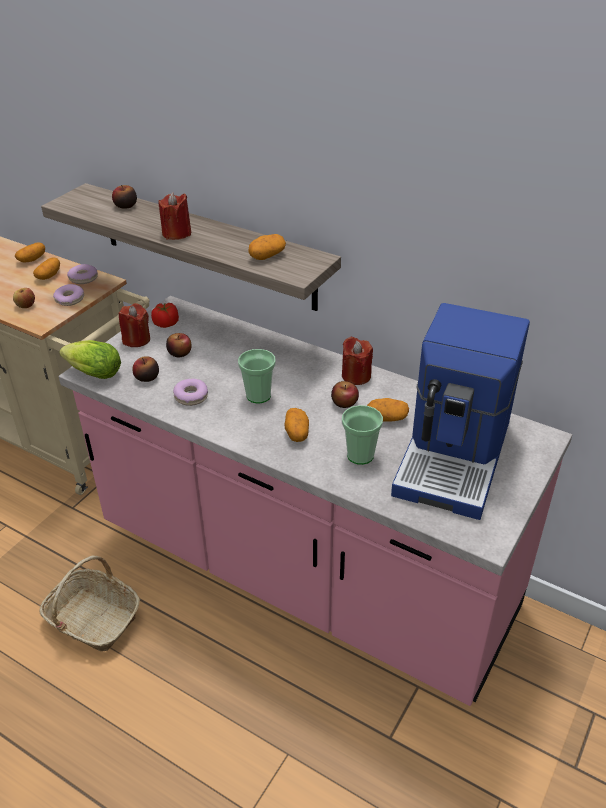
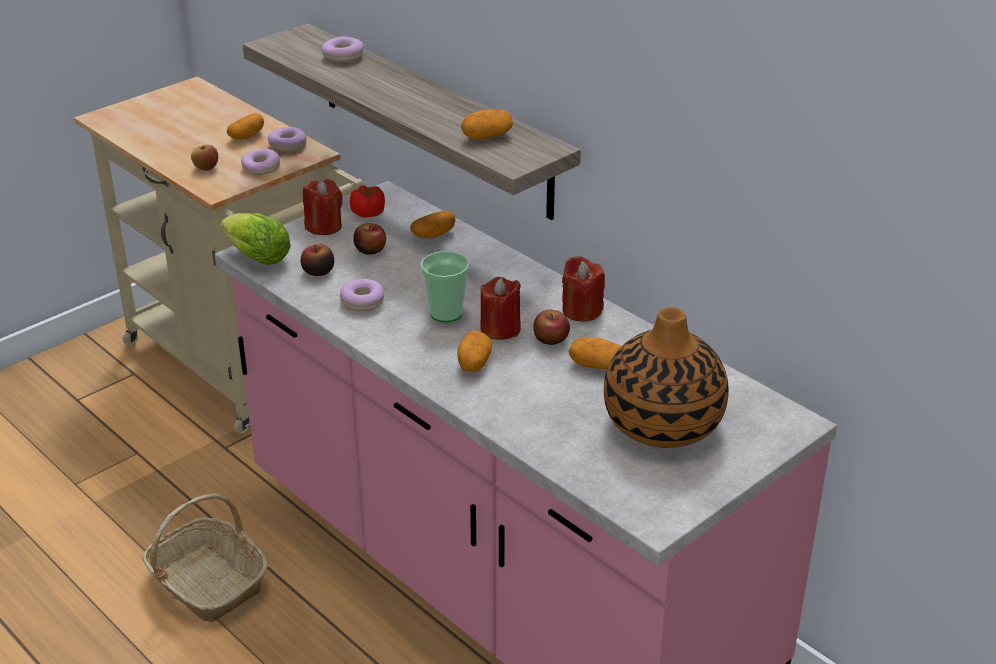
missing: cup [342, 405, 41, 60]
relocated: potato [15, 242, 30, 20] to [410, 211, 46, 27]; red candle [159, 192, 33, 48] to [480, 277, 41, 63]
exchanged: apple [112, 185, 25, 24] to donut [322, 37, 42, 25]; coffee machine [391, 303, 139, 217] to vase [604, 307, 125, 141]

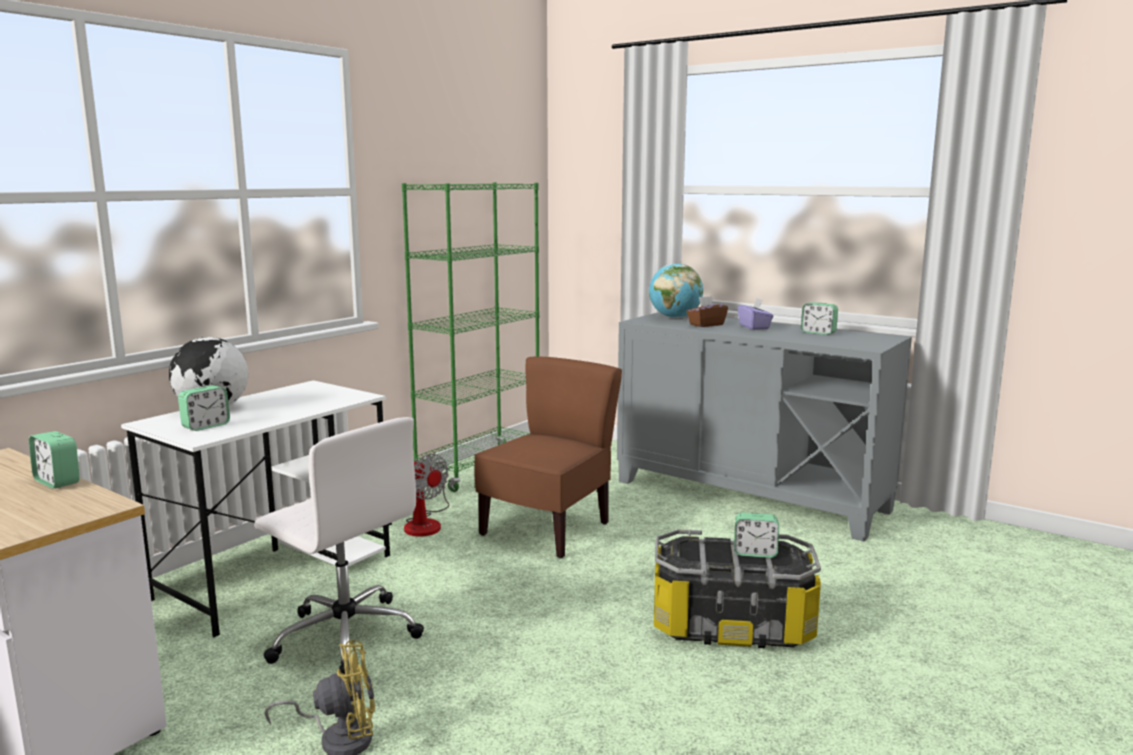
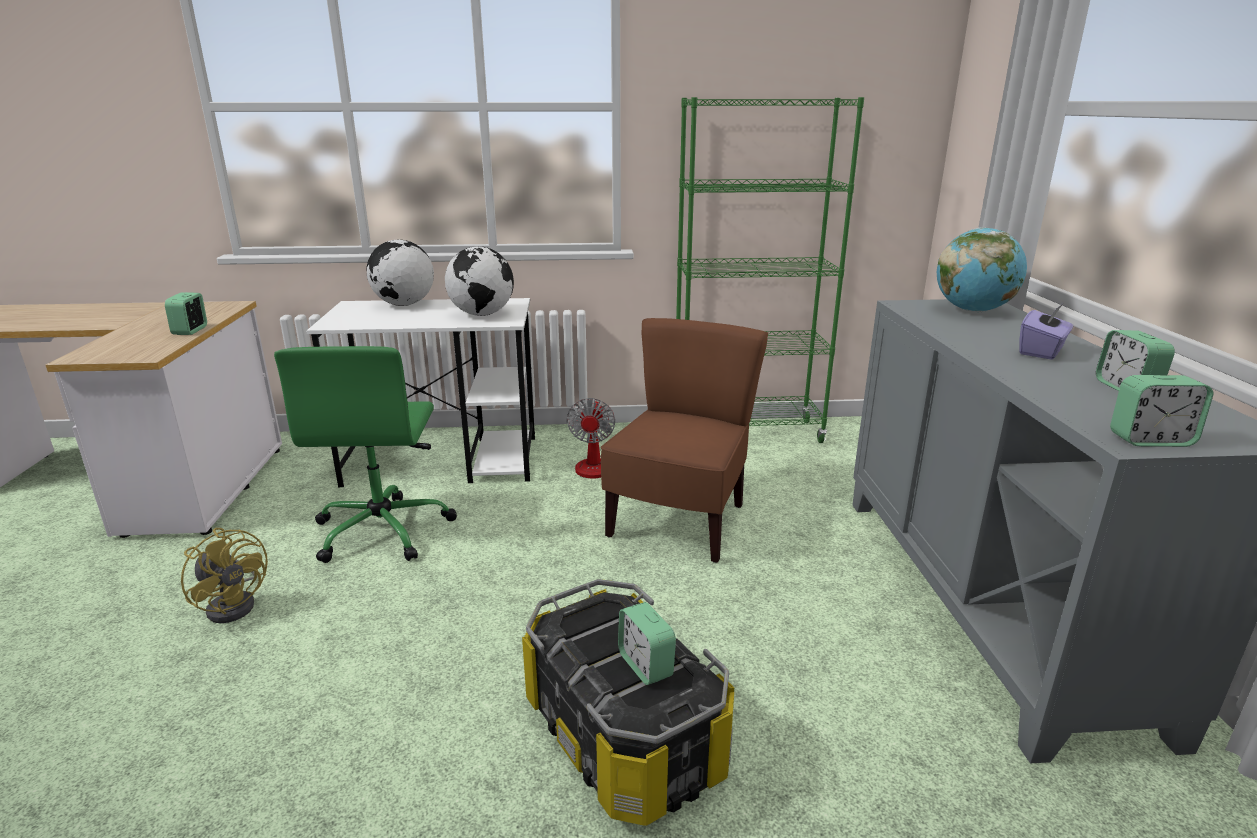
missing: brown tissue box [686, 296, 42, 31]
appeared: globe [445, 246, 69, 70]
relocated: alarm clock [178, 385, 52, 46] to [1110, 375, 104, 72]
colour: white office chair [254, 417, 170, 257] to green office chair [274, 346, 183, 217]
spun: brown chair [474, 357, 148, 201] = [601, 318, 167, 245] 60 degrees counterclockwise

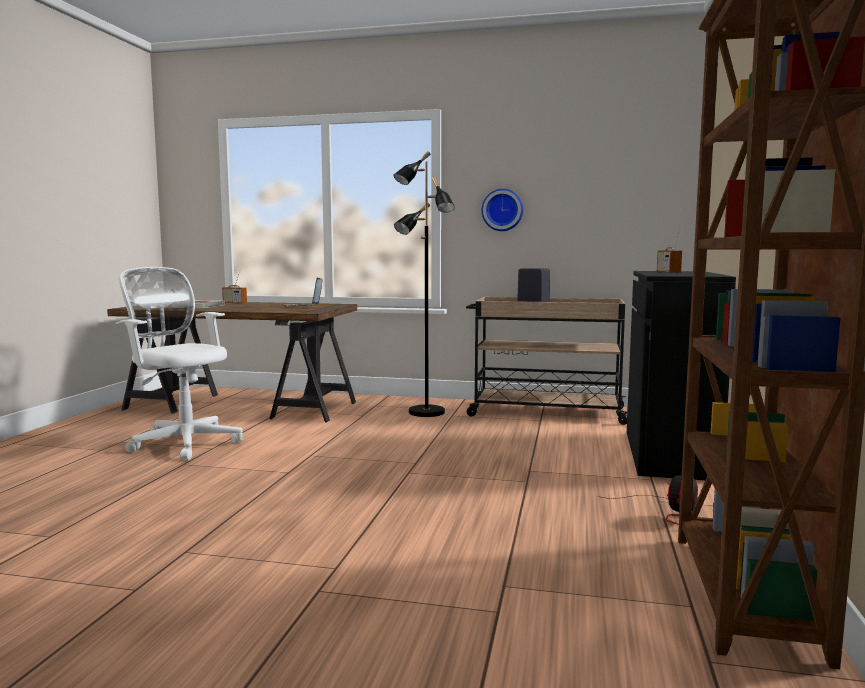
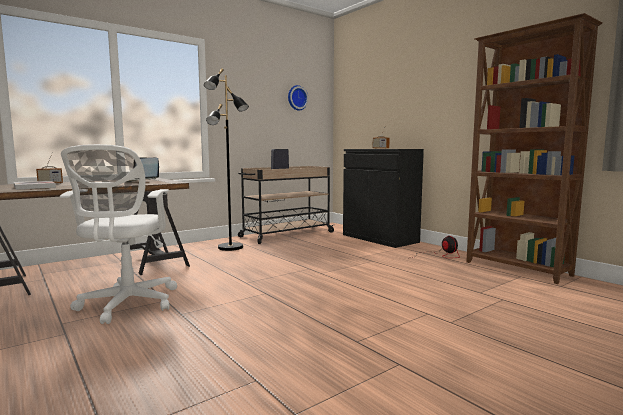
relocated: wall clock [482, 189, 41, 42] to [288, 85, 21, 25]
spun: white office chair [116, 267, 127, 194] = [60, 144, 117, 180] 75 degrees counterclockwise

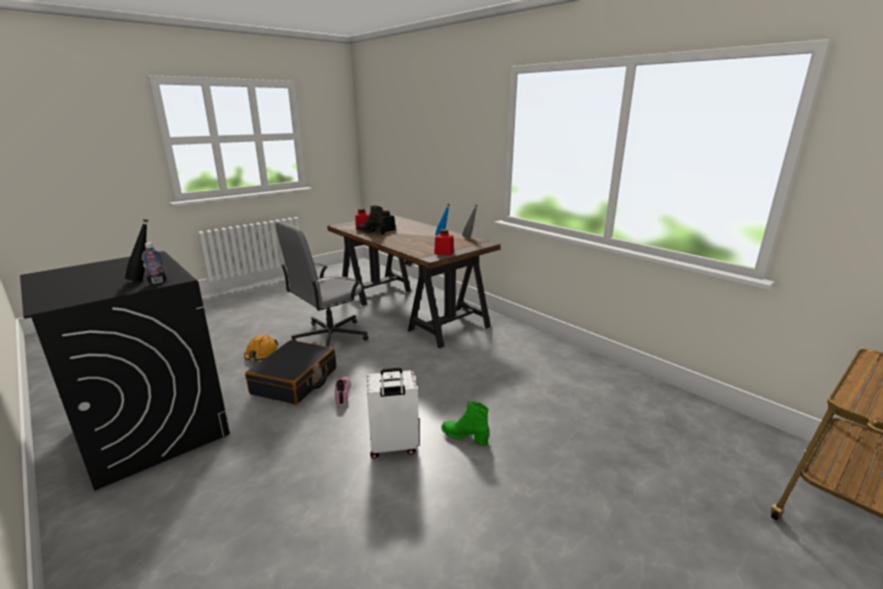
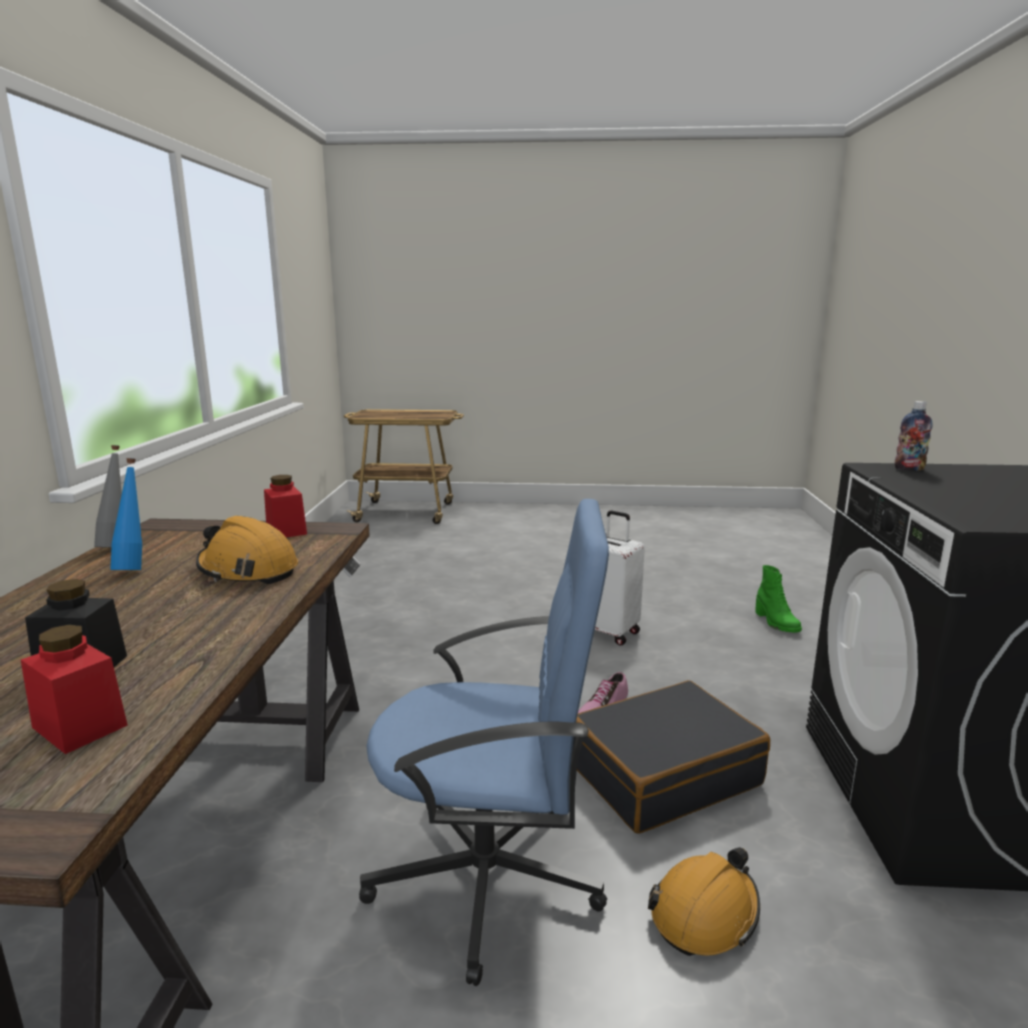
missing: black bottle [125, 219, 23, 62]; black boot [357, 205, 28, 30]
appeared: orange hard hat [196, 516, 102, 68]
relocated: green boot [441, 401, 48, 45] to [755, 565, 47, 68]
colour: grey office chair [275, 221, 93, 126] to blue office chair [359, 499, 250, 487]

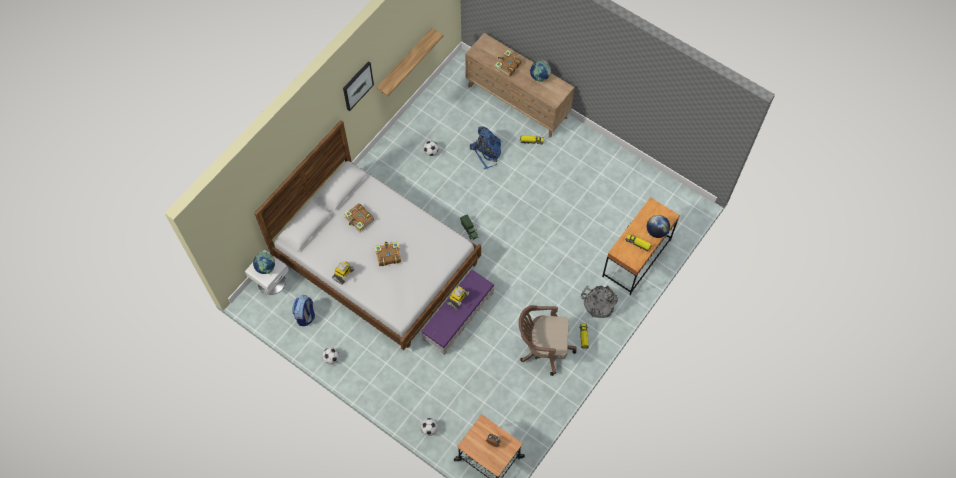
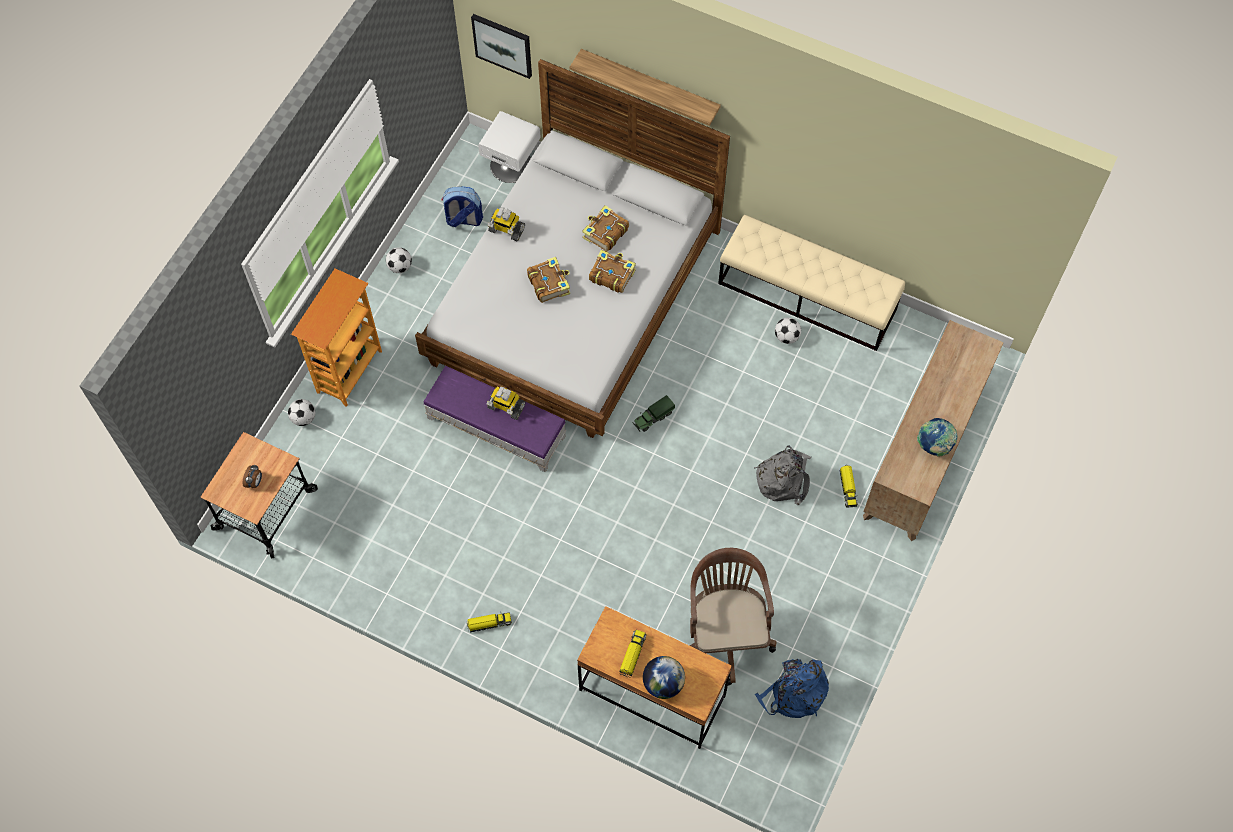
missing: globe [253, 251, 22, 23]
appeared: bookcase [291, 269, 91, 138]; beige bench [718, 215, 187, 136]
relocated: picture [343, 61, 31, 50] to [471, 14, 61, 65]; shelf [377, 28, 66, 68] to [570, 49, 151, 77]; blue backpack [470, 126, 32, 43] to [755, 659, 74, 59]; book [495, 50, 27, 27] to [589, 250, 47, 43]; brown office chair [519, 305, 58, 71] to [689, 548, 88, 137]; grey backpack [581, 285, 37, 33] to [754, 445, 57, 60]

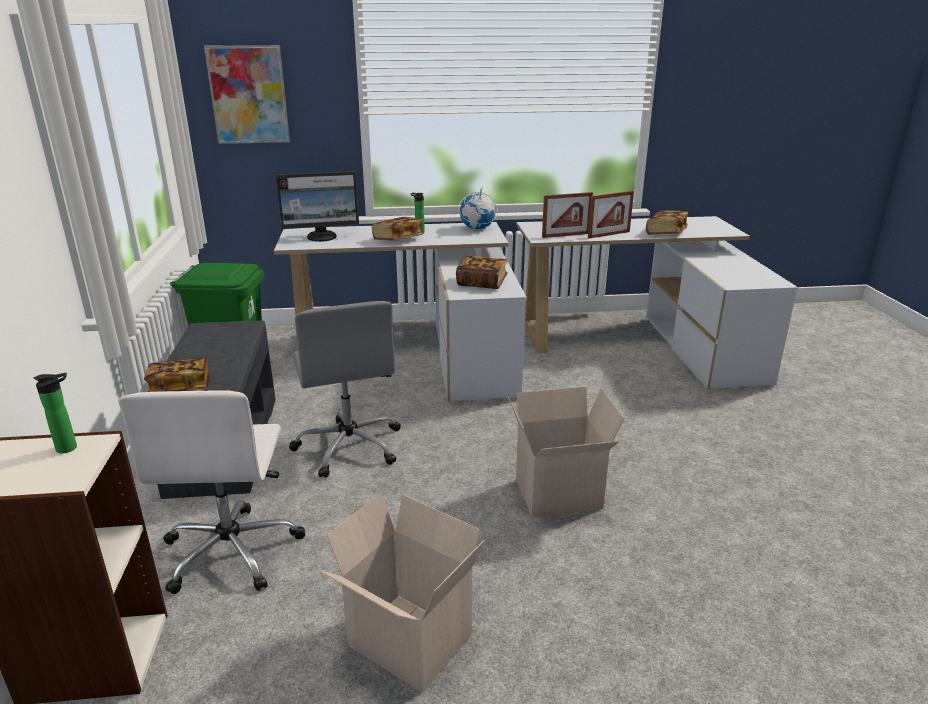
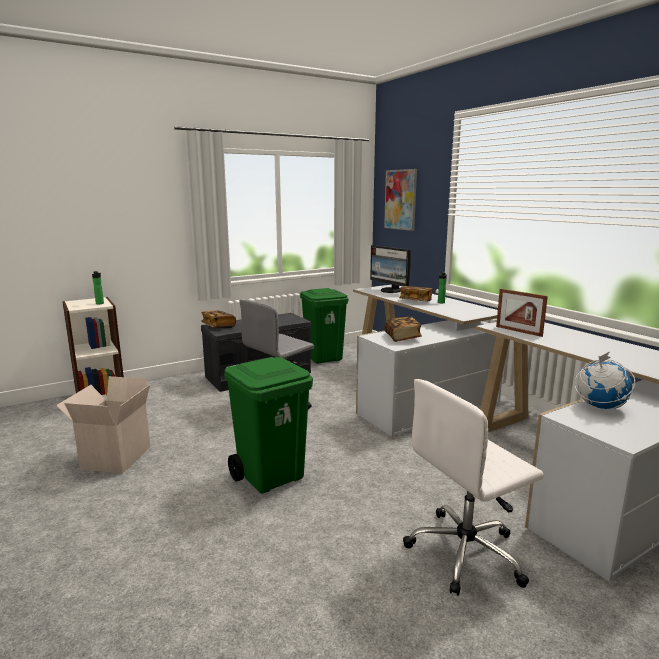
missing: picture frame [588, 191, 46, 48]; book [646, 211, 42, 24]
relocated: white office chair [118, 391, 188, 203] to [403, 379, 141, 217]; globe [458, 185, 40, 44] to [574, 351, 61, 58]
exchanged: cardboard box [508, 387, 116, 131] to green trash can [224, 357, 89, 136]

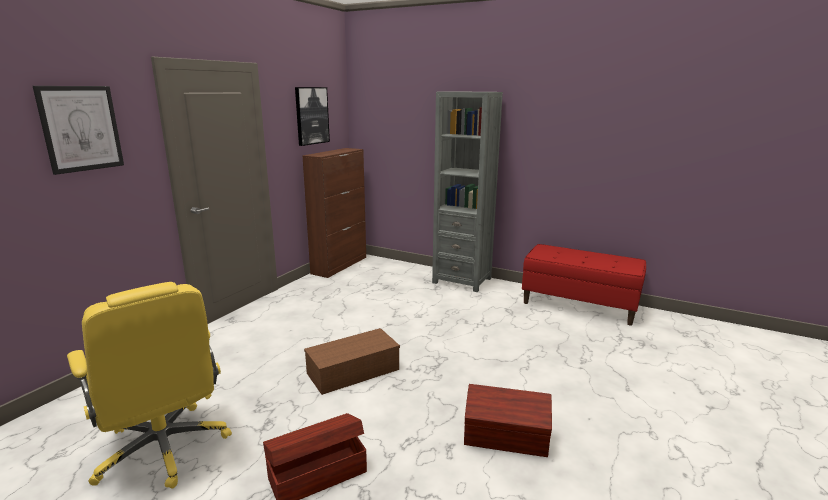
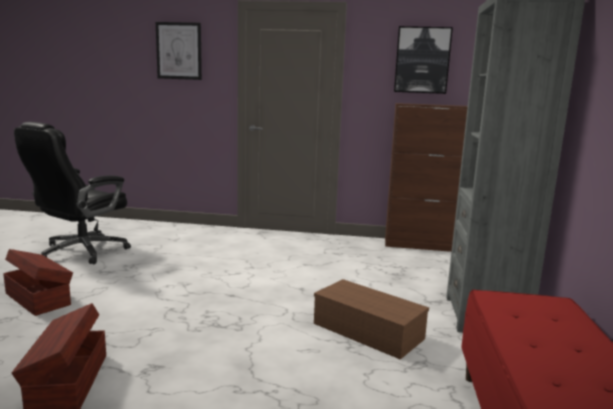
relocated: brown storage box [304, 328, 96, 67] to [314, 279, 115, 81]
colour: yellow office chair [67, 282, 165, 207] to black office chair [14, 122, 117, 142]

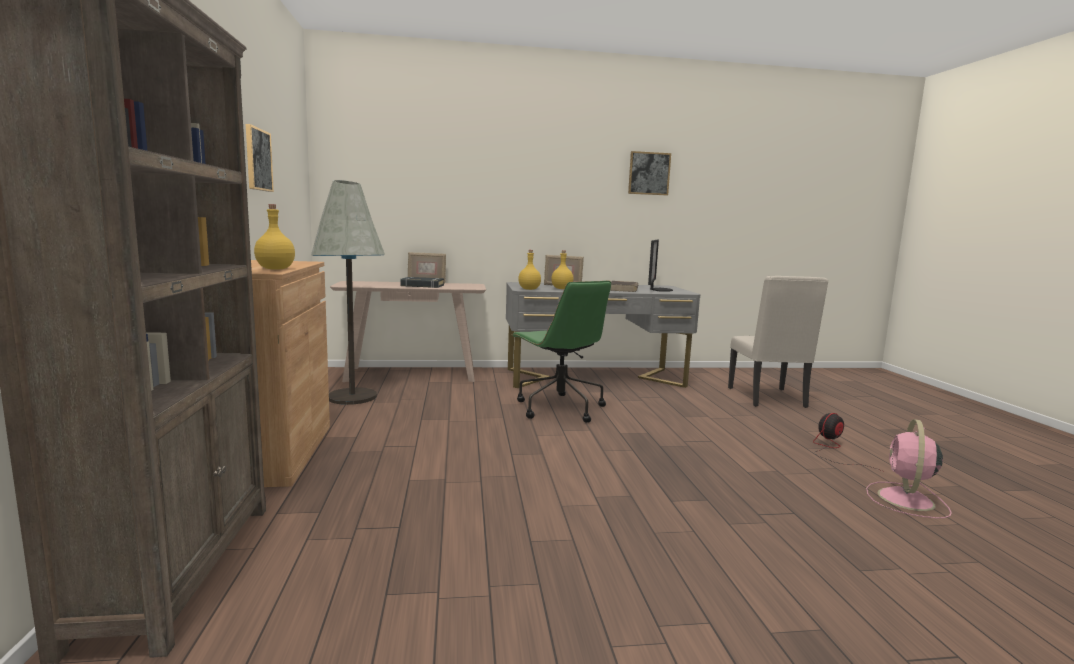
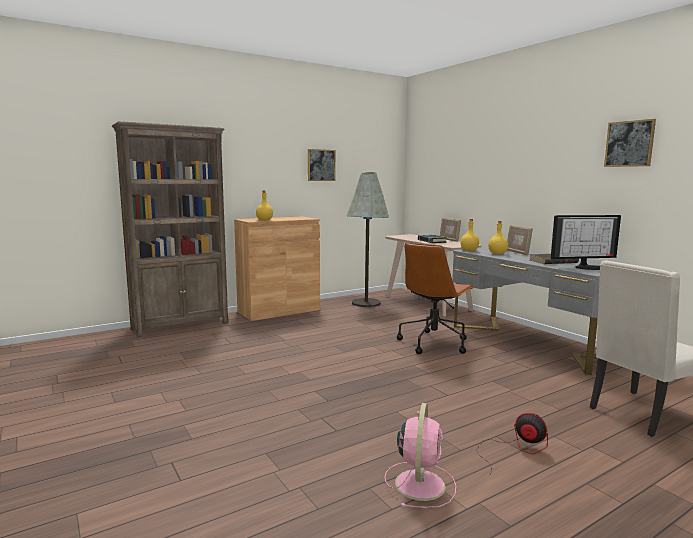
colour: green office chair [511, 280, 100, 143] to brown office chair [397, 243, 77, 111]
spun: pink fan [866, 419, 86, 99] = [385, 403, 71, 105] 105 degrees clockwise

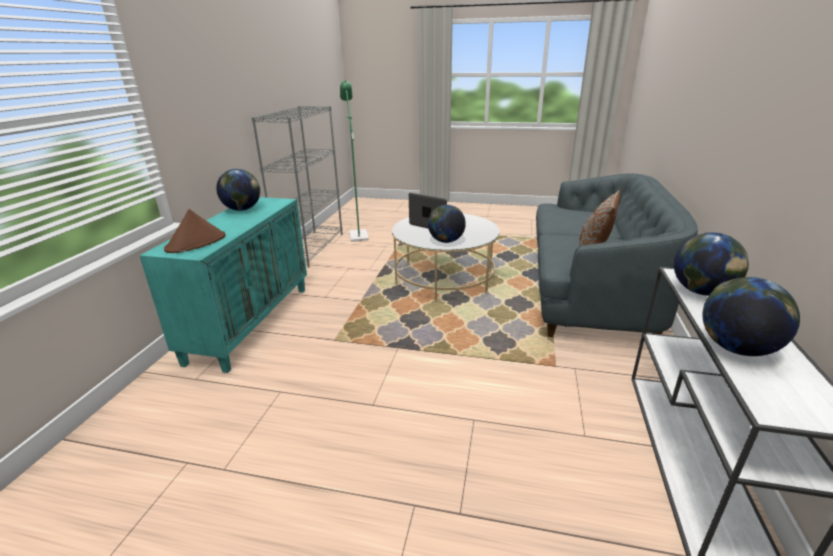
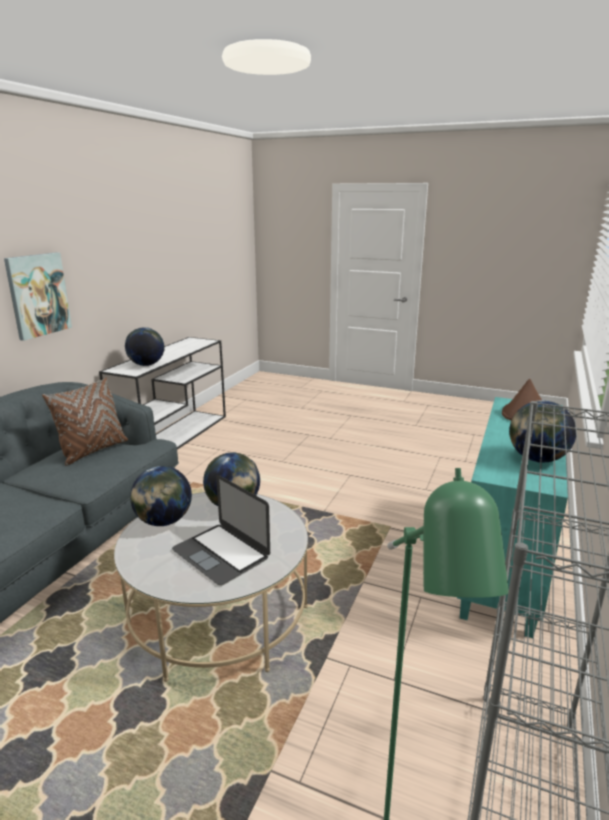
appeared: picture [4, 252, 68, 89]
relocated: globe [702, 277, 98, 79] to [130, 466, 62, 60]

